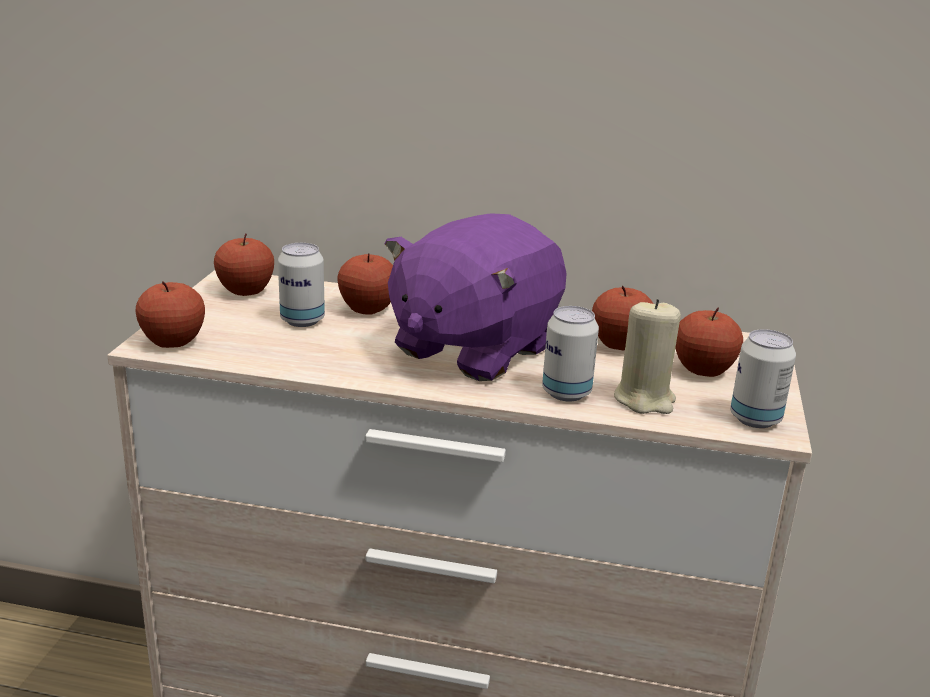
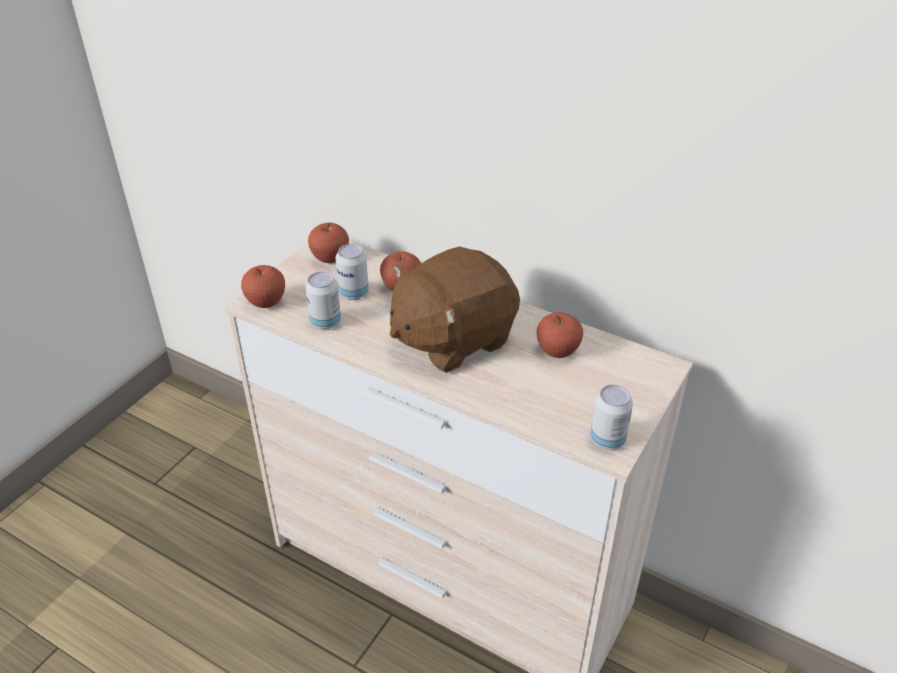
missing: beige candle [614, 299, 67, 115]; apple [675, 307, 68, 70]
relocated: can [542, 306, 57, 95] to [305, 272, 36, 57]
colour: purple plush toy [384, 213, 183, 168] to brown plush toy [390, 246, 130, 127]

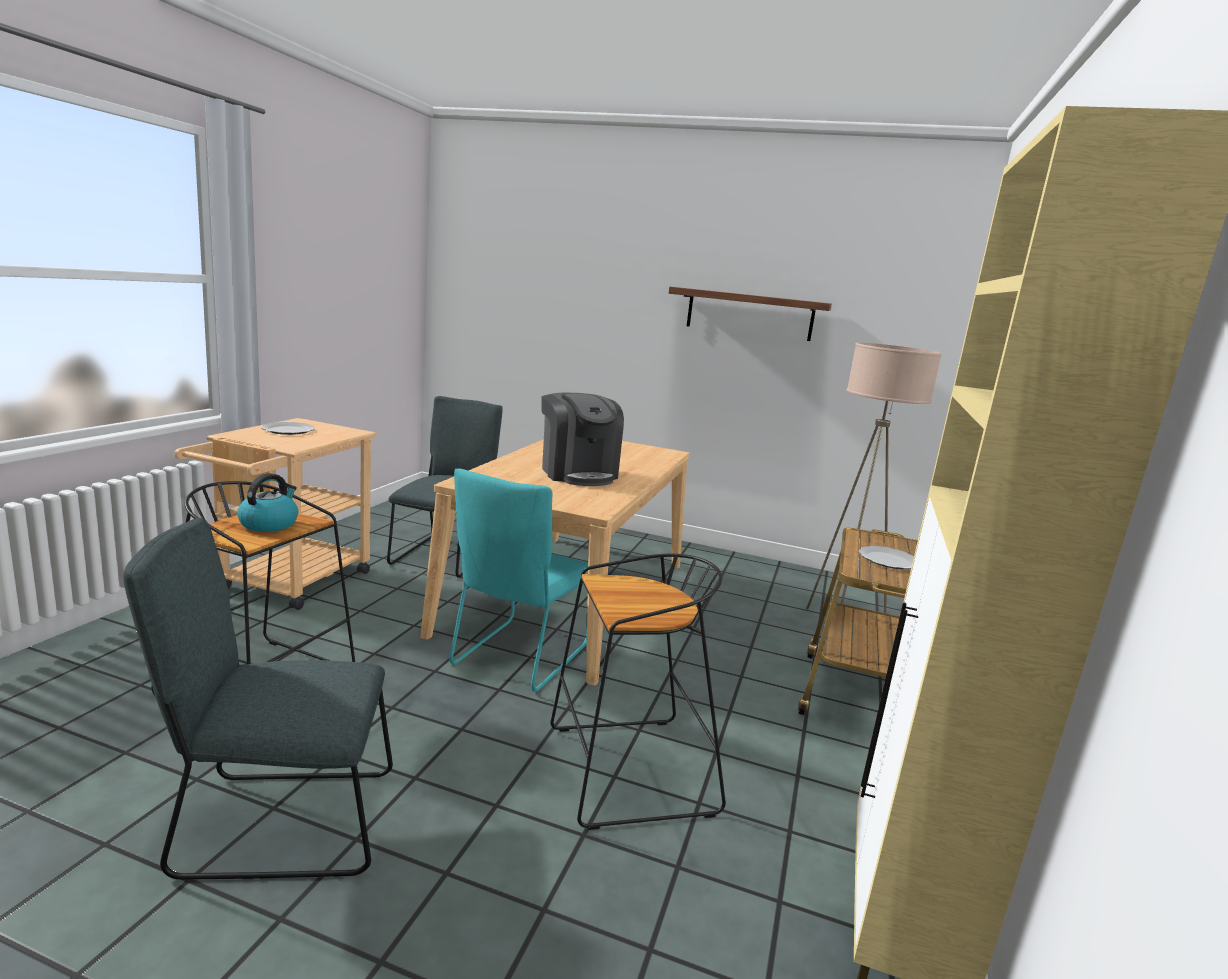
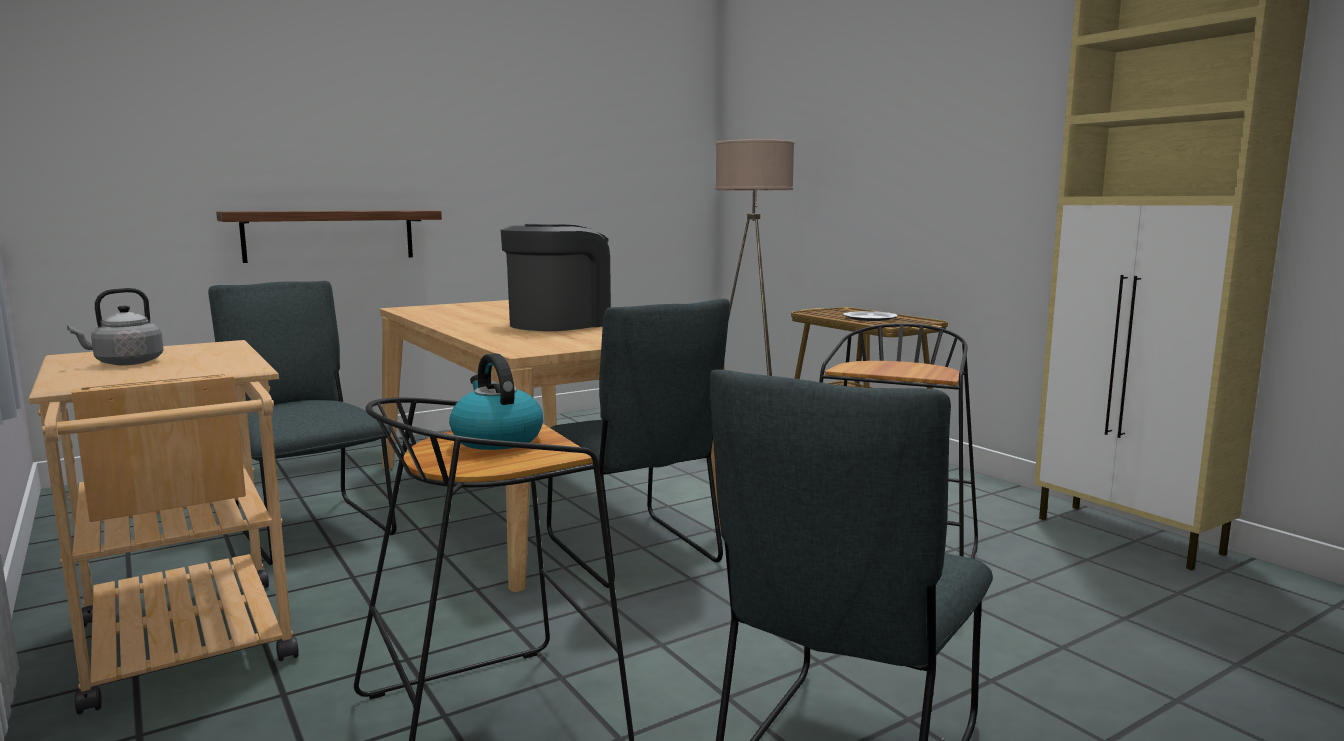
relocated: shelf [669, 287, 163, 54] to [216, 210, 226, 53]
exchanged: plate [262, 422, 53, 13] to grey kettle [67, 288, 97, 77]
colour: turquoise chair [450, 468, 138, 224] to grey chair [547, 299, 183, 289]
spun: coffee machine [542, 392, 82, 94] = [501, 224, 110, 107] 60 degrees counterclockwise

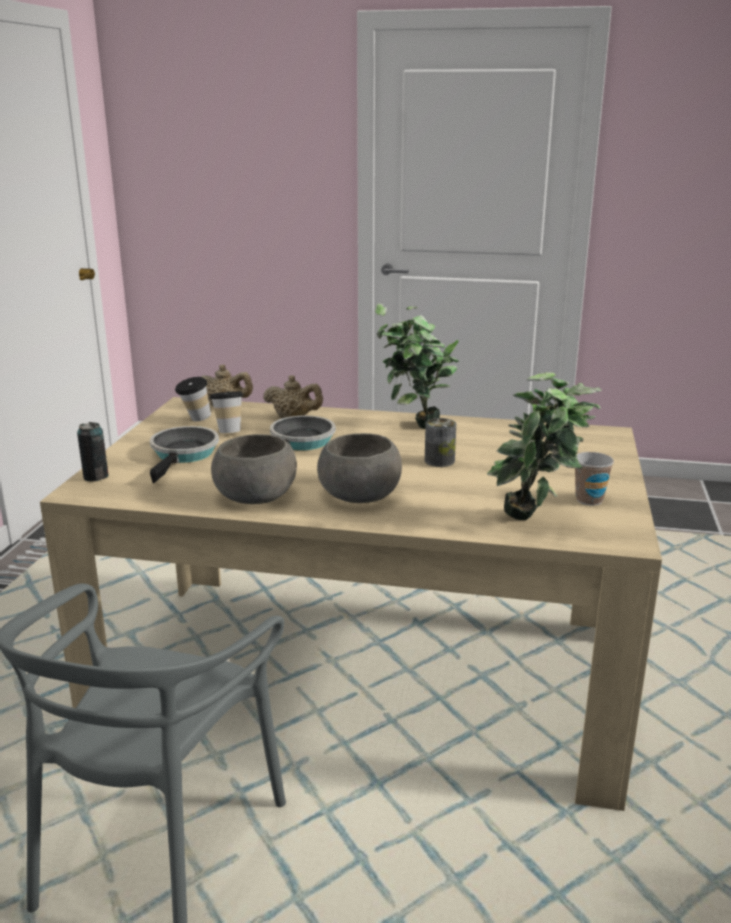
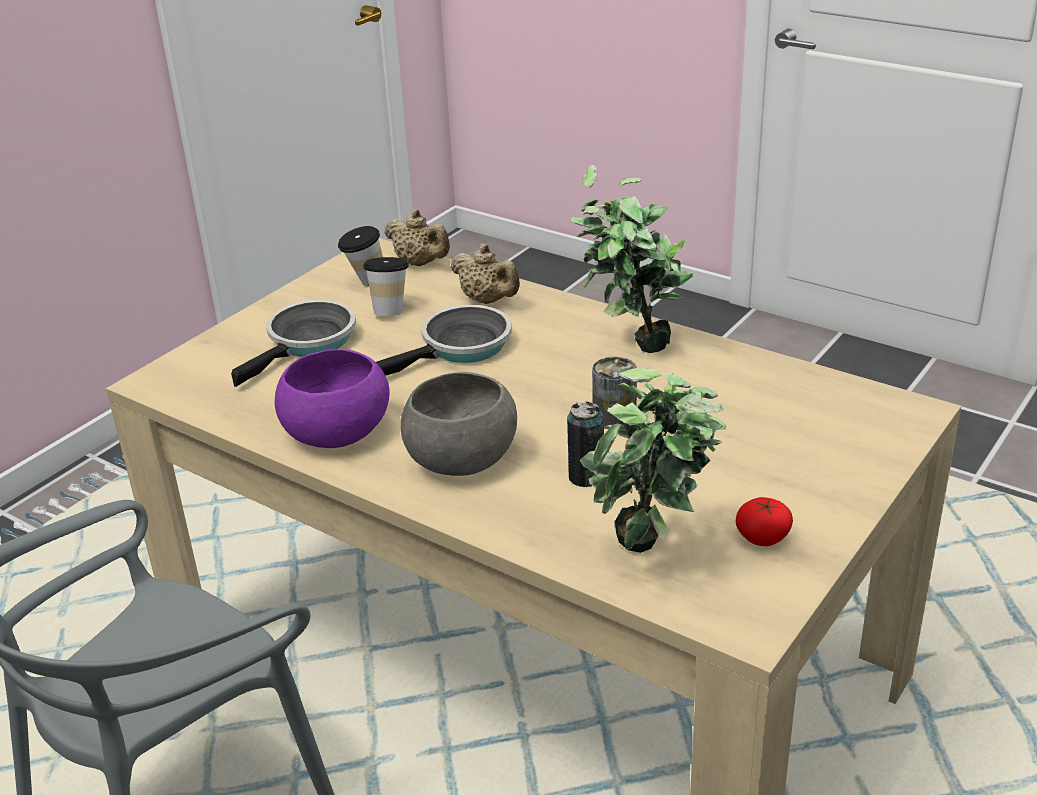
relocated: can [77, 422, 31, 60] to [567, 402, 37, 85]
exchanged: cup [575, 452, 39, 54] to tomato [736, 497, 57, 49]
colour: grey bowl [211, 434, 86, 70] to purple bowl [275, 349, 115, 99]

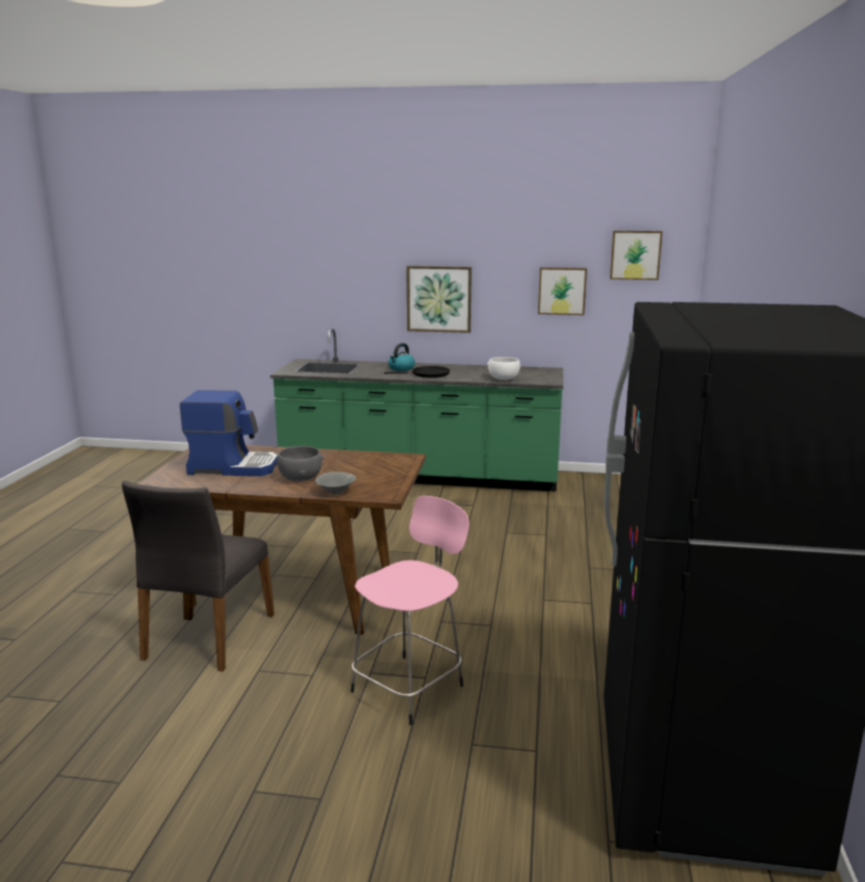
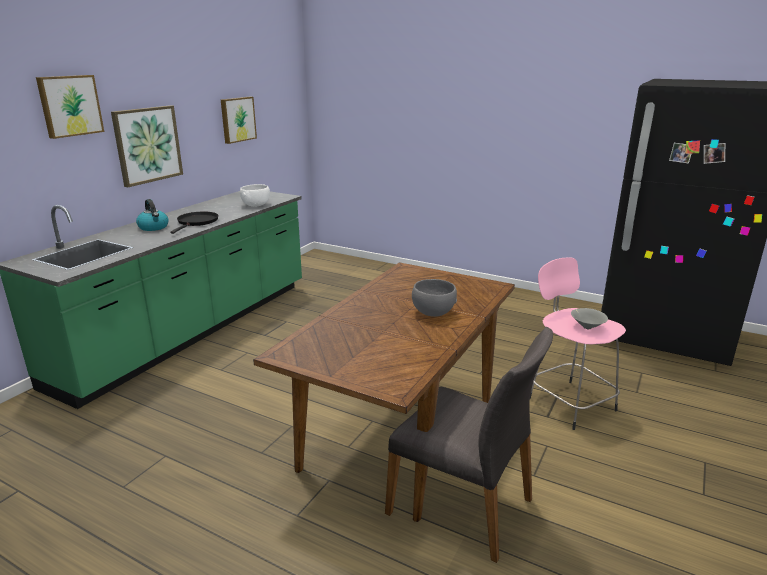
missing: coffee machine [180, 390, 98, 86]
relocated: grey bowl [315, 472, 41, 23] to [571, 308, 37, 21]; picture [610, 231, 53, 49] to [36, 75, 68, 64]

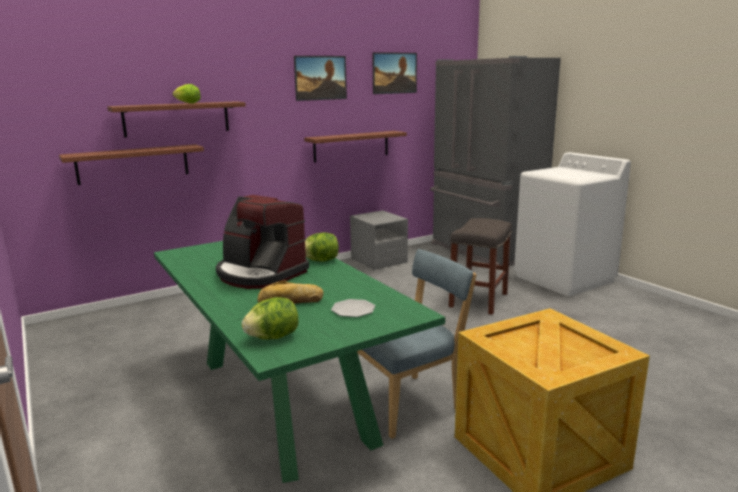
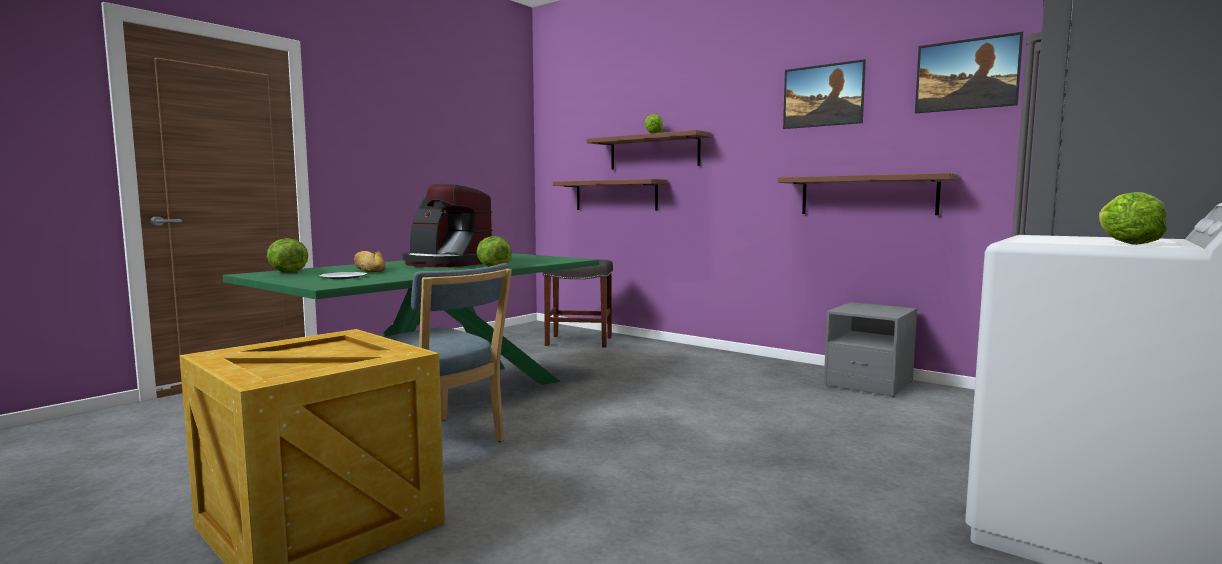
appeared: lettuce [1099, 192, 68, 53]
relocated: grey stool [449, 218, 63, 97] to [543, 260, 70, 88]
spun: coffee machine [216, 195, 93, 94] = [403, 184, 90, 83] 75 degrees counterclockwise

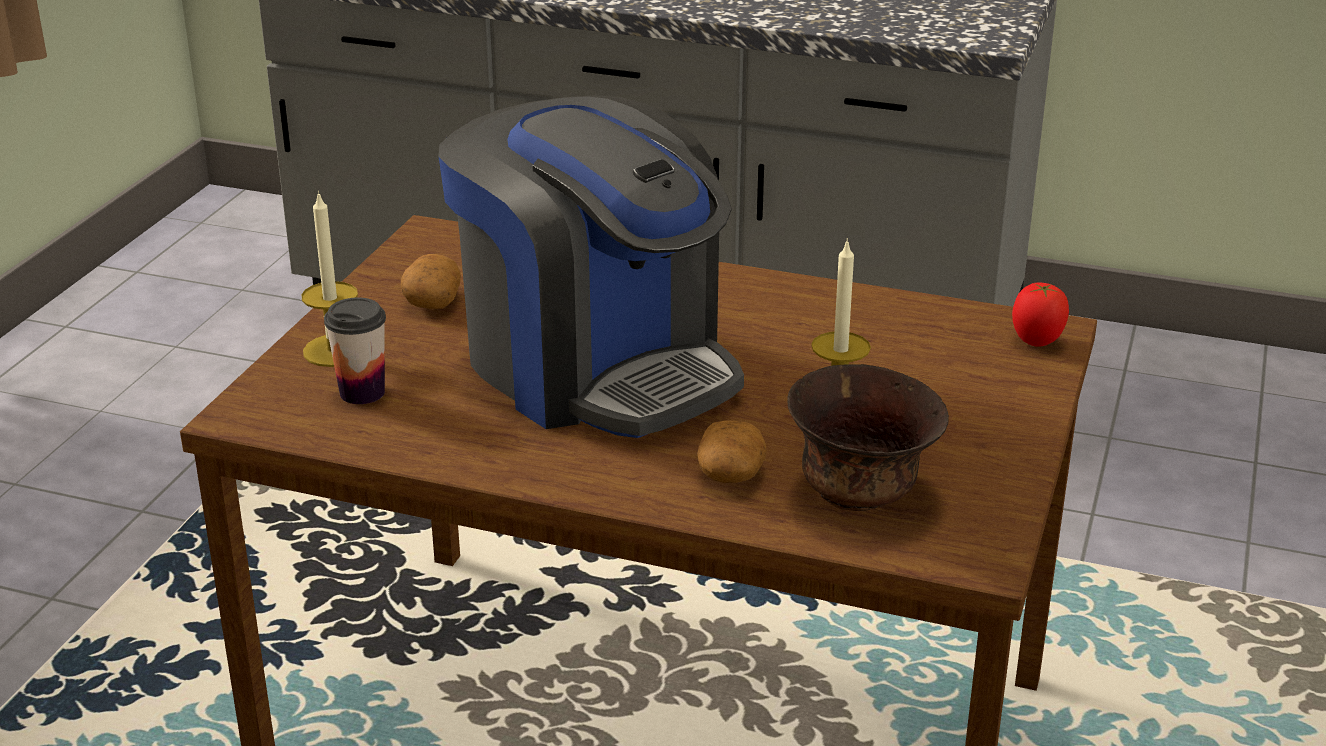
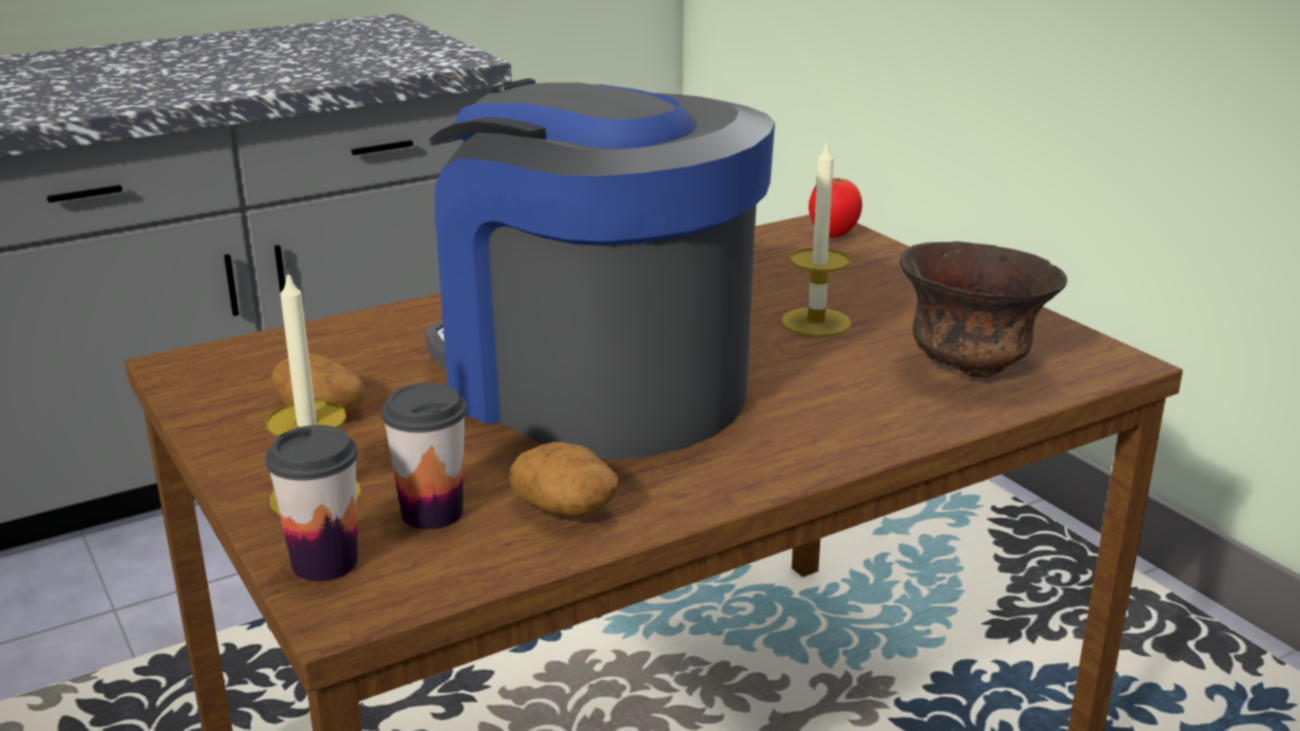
appeared: cup [265, 425, 93, 156]
relocated: potato [697, 420, 70, 63] to [509, 442, 109, 74]
spun: coffee machine [438, 95, 306, 343] = [425, 78, 350, 382] 135 degrees counterclockwise

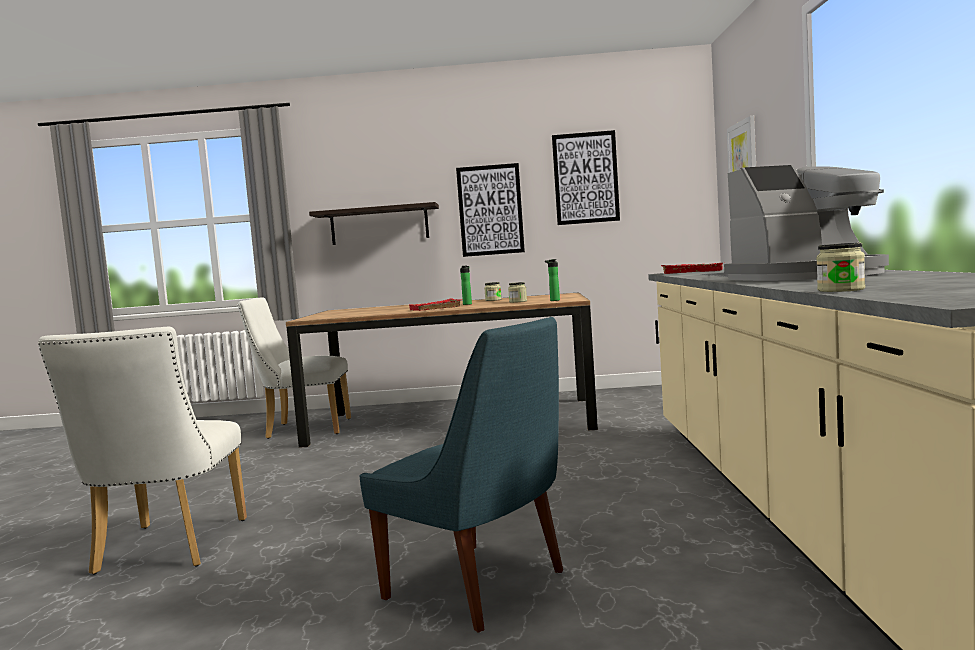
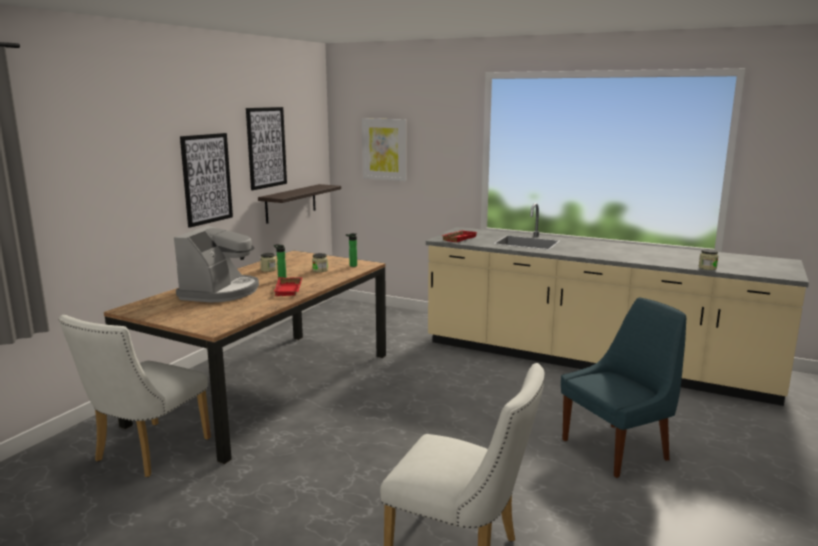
relocated: shelf [309, 202, 130, 43] to [258, 184, 83, 40]; coffee machine [724, 165, 165, 116] to [174, 225, 85, 77]

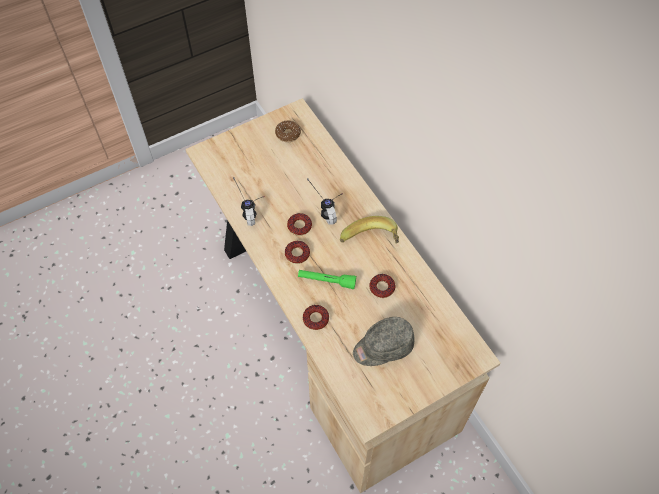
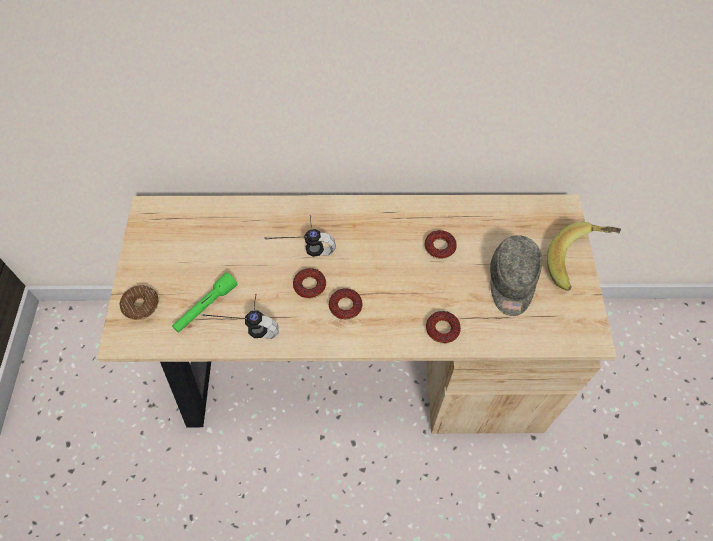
relocated: donut [275, 121, 26, 21] to [120, 285, 39, 35]; green flashlight [298, 270, 58, 19] to [172, 272, 66, 61]; banana [340, 216, 59, 27] to [547, 222, 74, 69]

